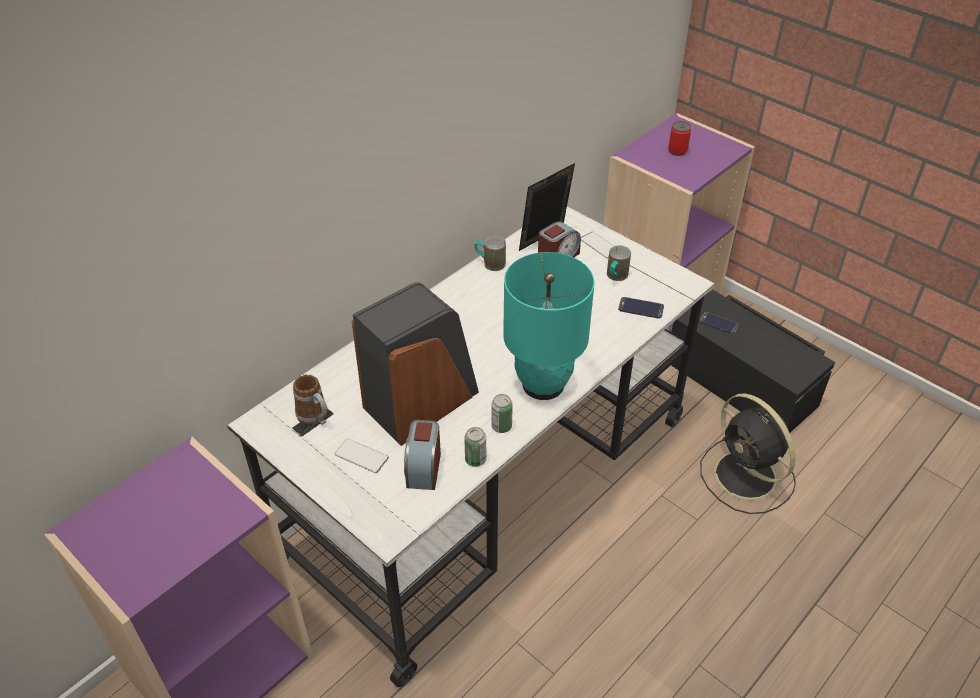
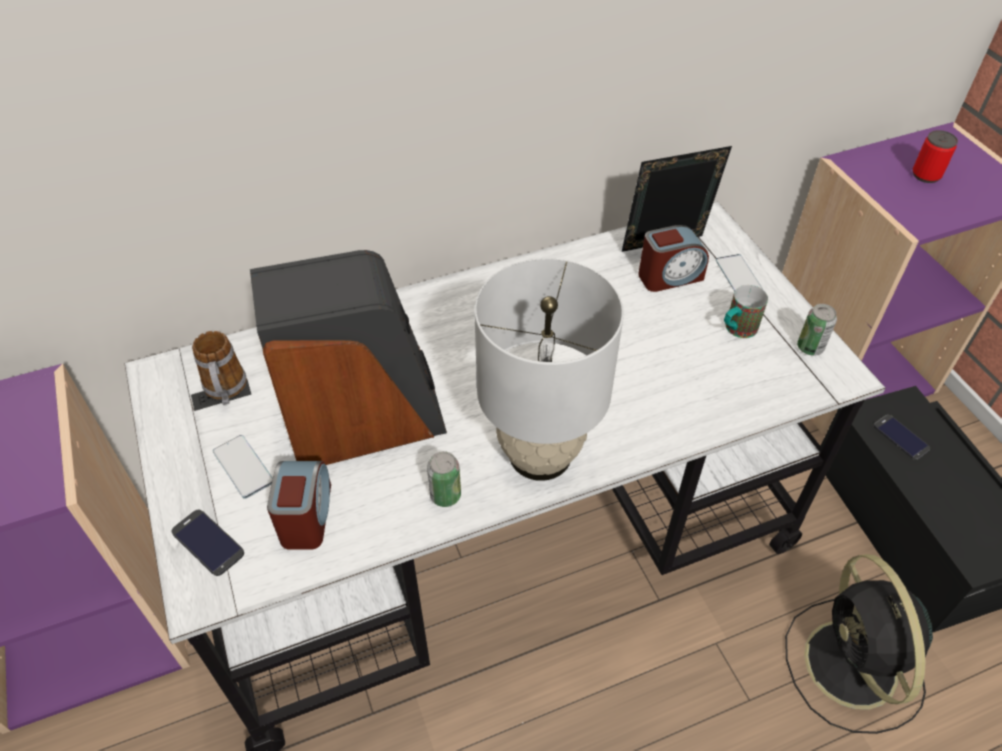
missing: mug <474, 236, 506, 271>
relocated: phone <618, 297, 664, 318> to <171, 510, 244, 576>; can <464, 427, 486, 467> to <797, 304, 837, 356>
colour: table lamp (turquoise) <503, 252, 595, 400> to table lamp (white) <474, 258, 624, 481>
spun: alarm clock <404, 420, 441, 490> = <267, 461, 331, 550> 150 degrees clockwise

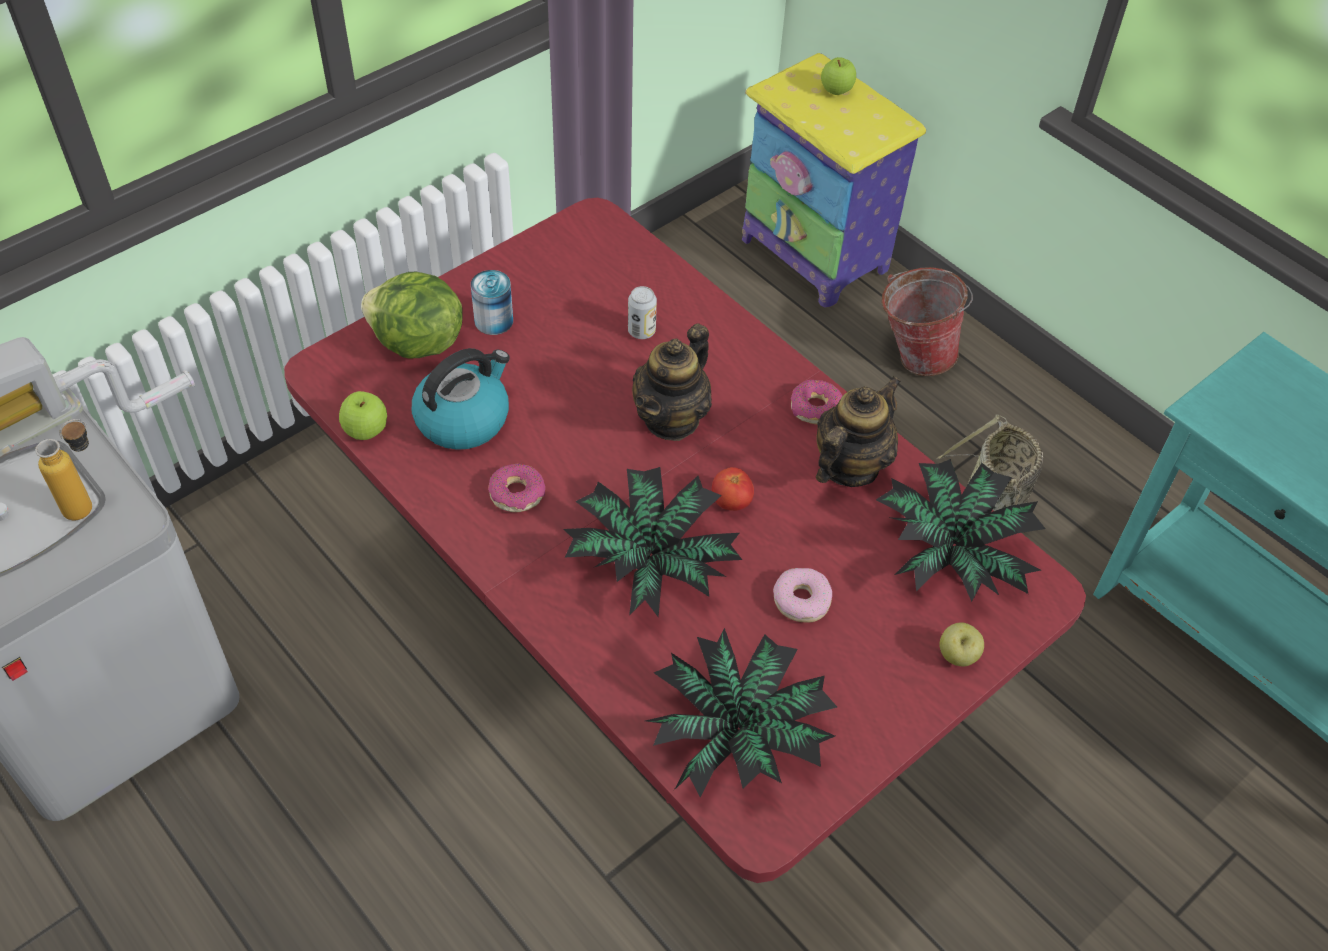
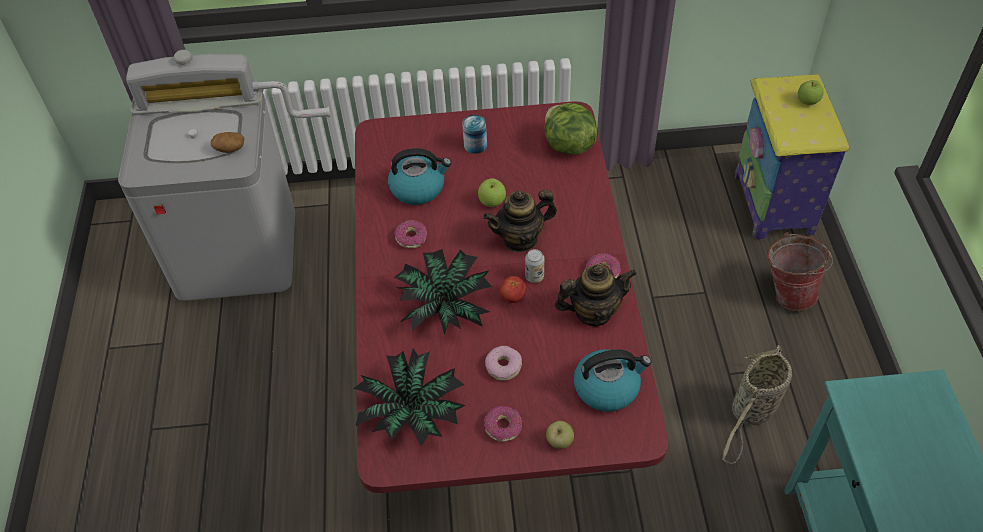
appeared: donut <484, 406, 522, 442>
relocated: apple <339, 391, 387, 440> to <478, 178, 506, 207>; can <628, 286, 657, 339> to <525, 249, 544, 283>; lettuce <361, 272, 463, 359> to <544, 103, 597, 155>
exchanged: bottle <35, 419, 92, 520> to potato <211, 132, 245, 153>; potted plant <876, 459, 1046, 602> to kettle <574, 349, 651, 412>

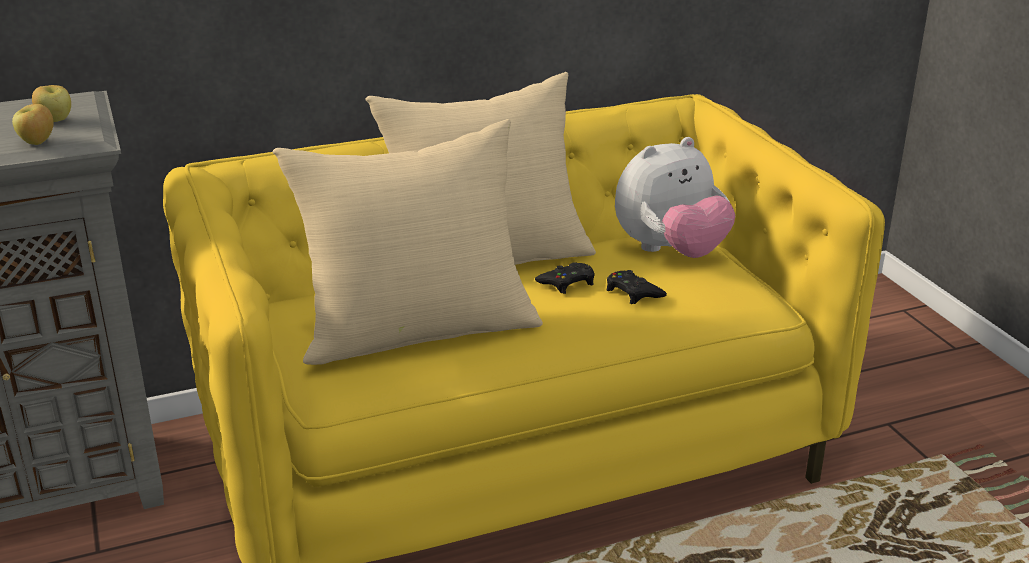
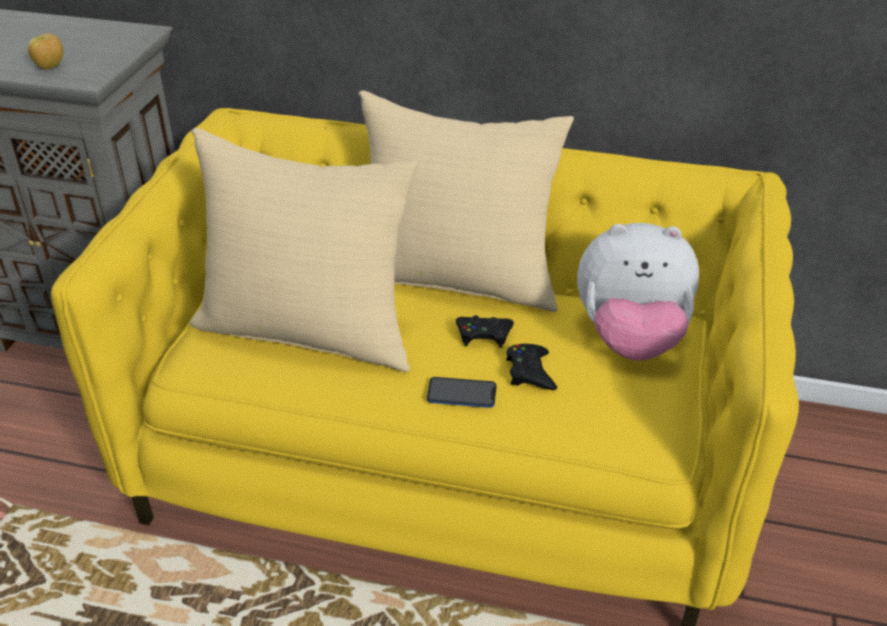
missing: apple <32, 85, 71, 122>
appeared: phone <427, 377, 497, 408>

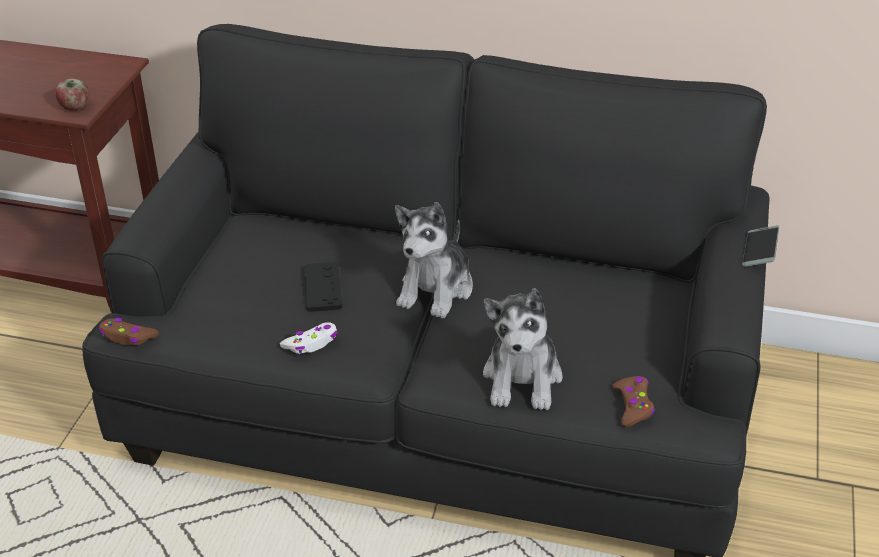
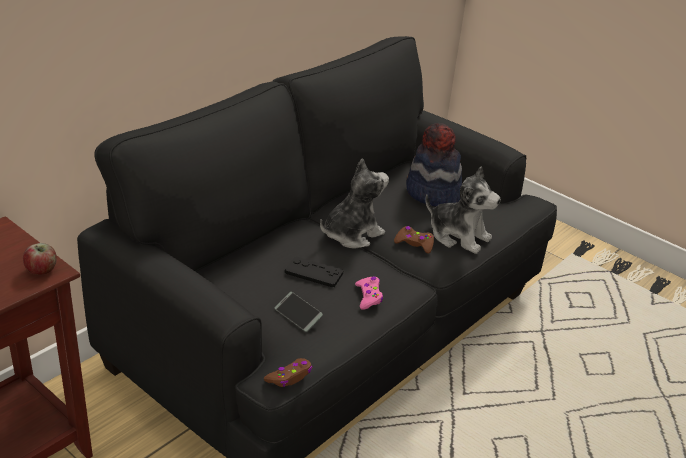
appeared: hat <406, 123, 462, 207>
relocated: phone <742, 225, 779, 267> to <275, 292, 323, 332>; game controller (brown) <612, 376, 655, 427> to <394, 226, 434, 254>
colour: game controller (white) <280, 322, 337, 354> to game controller (pink) <355, 277, 383, 310>
spun: plush toy <395, 202, 473, 319> = <320, 159, 389, 249> 90 degrees counterclockwise

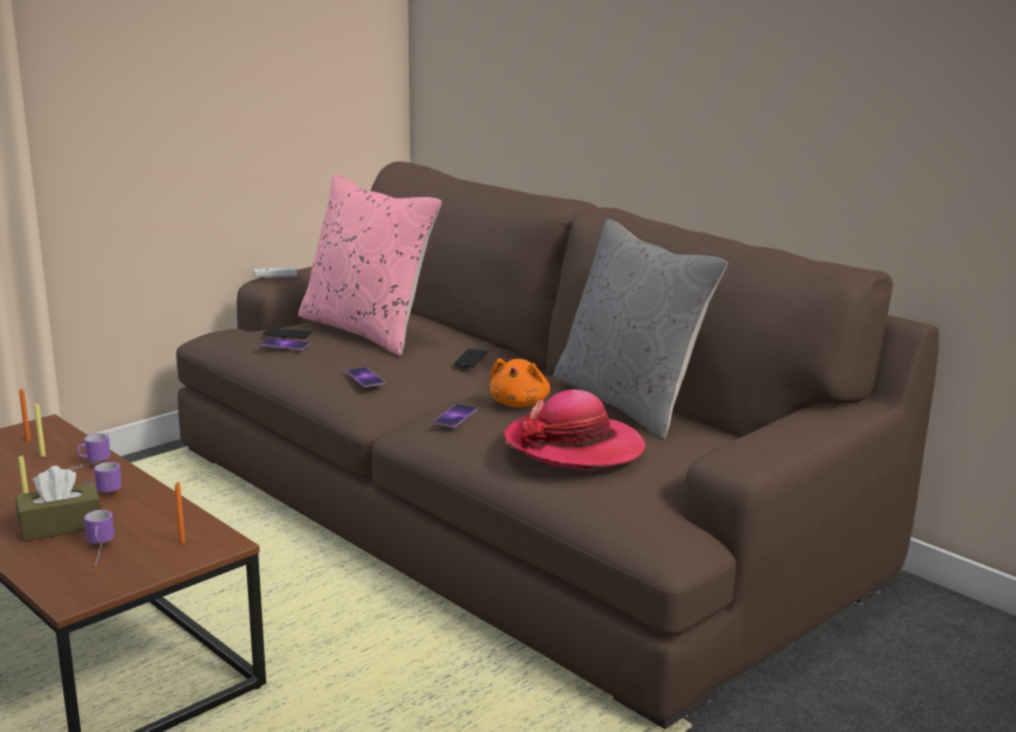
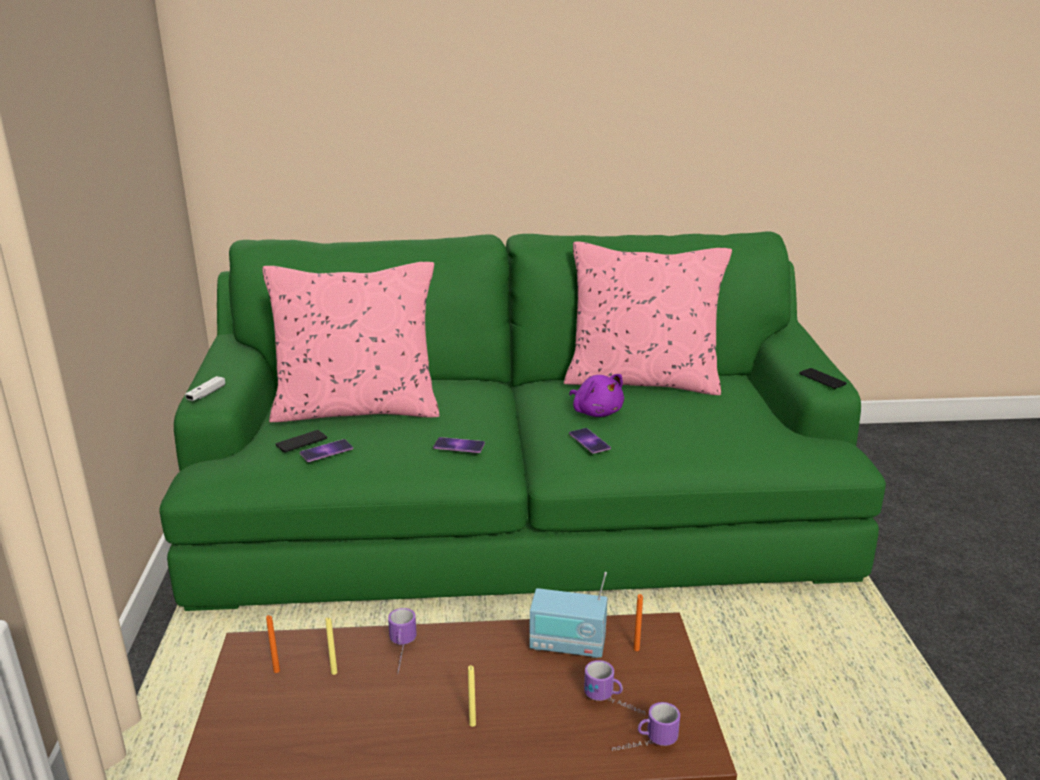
missing: tissue box (brown) <15, 466, 101, 542>; hat <504, 389, 646, 471>
appeared: radio <530, 572, 607, 658>
relocated: mug <83, 462, 122, 494> to <612, 702, 680, 751>; phone <454, 349, 487, 367> to <799, 368, 847, 389>
colour: sofa (brown) <176, 161, 939, 729> to sofa (green) <159, 231, 886, 611>; pillow (grey) <553, 219, 728, 440> to pillow (pink) <564, 242, 732, 395>; plush toy (orange) <490, 358, 550, 407> to plush toy (purple) <569, 374, 624, 417>

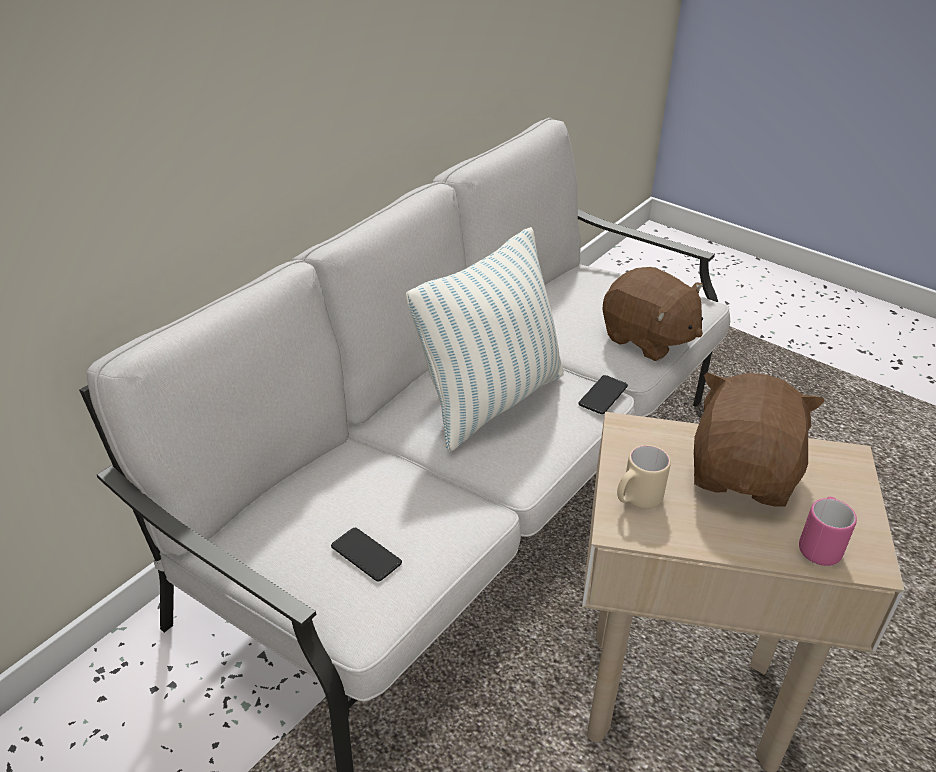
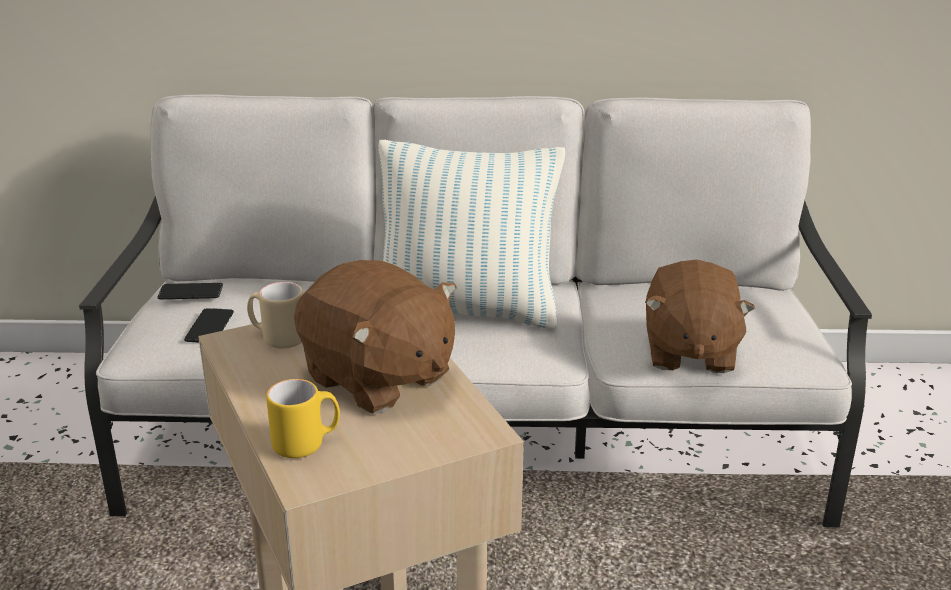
relocated: phone <578, 375, 628, 414> to <158, 283, 223, 299>
colour: mug (pink) <799, 497, 857, 566> to mug (yellow) <266, 379, 340, 458>
spun: plush toy (brown) <694, 373, 825, 506> = <294, 260, 457, 414> 60 degrees clockwise

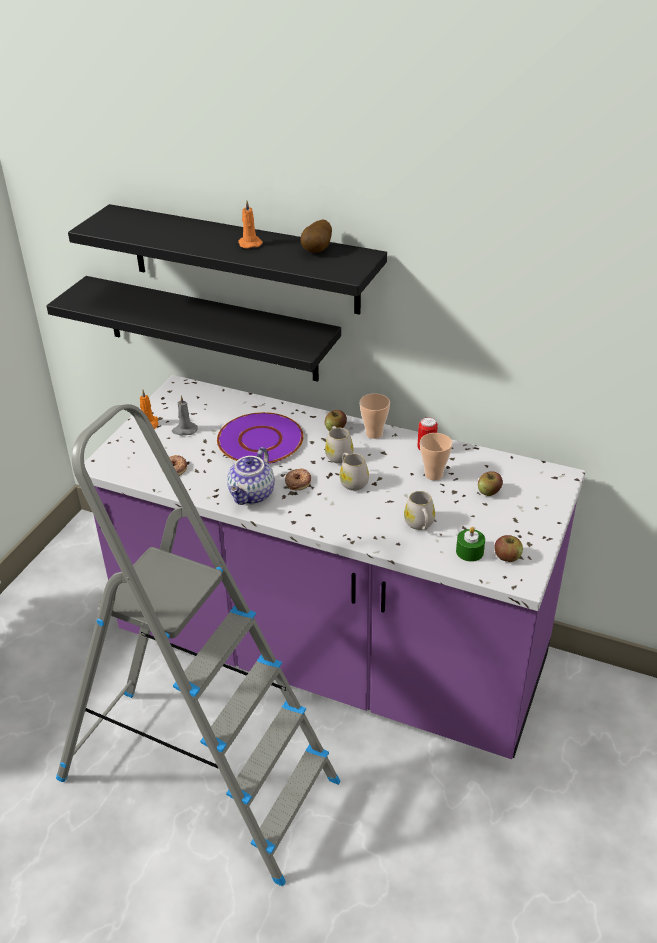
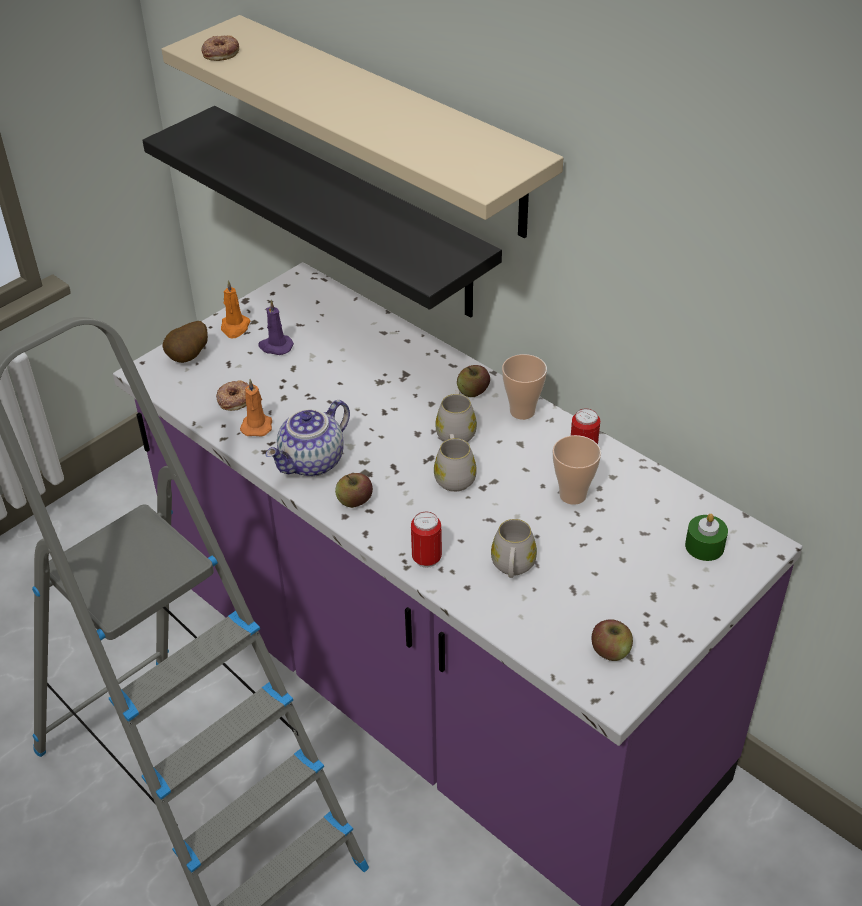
missing: plate (purple) <217, 412, 304, 464>
appeared: can <411, 512, 442, 568>
relocated: potato <301, 219, 332, 253> to <162, 321, 208, 363>; donut <285, 468, 311, 490> to <201, 35, 239, 61>; candle (orange) <238, 201, 263, 249> to <240, 379, 272, 437>; apple <478, 471, 503, 496> to <335, 473, 373, 508>; candle (green) <456, 527, 485, 562> to <685, 514, 728, 561>
colour: shelf (black) <68, 204, 387, 315> to shelf (beige) <162, 15, 563, 239>; candle (grey) <172, 396, 198, 436> to candle (purple) <259, 300, 294, 355>

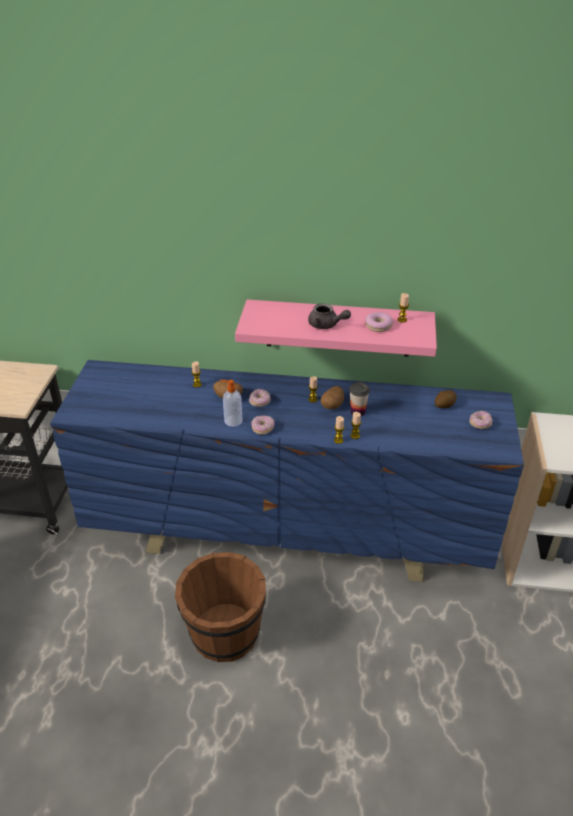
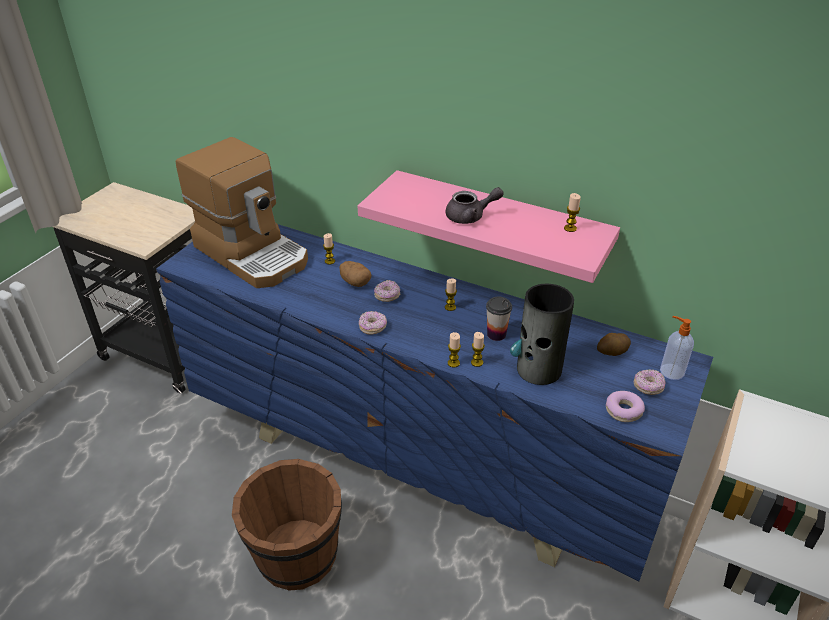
missing: potato <321, 386, 344, 410>
appeared: coffee machine <176, 137, 308, 288>; vase <510, 284, 574, 385>
relocated: donut <365, 312, 393, 332> to <606, 391, 645, 422>; soap dispenser <220, 380, 242, 427> to <660, 316, 694, 380>
spun: teapot (grey) <308, 303, 351, 329> = <446, 187, 504, 224> 60 degrees counterclockwise

